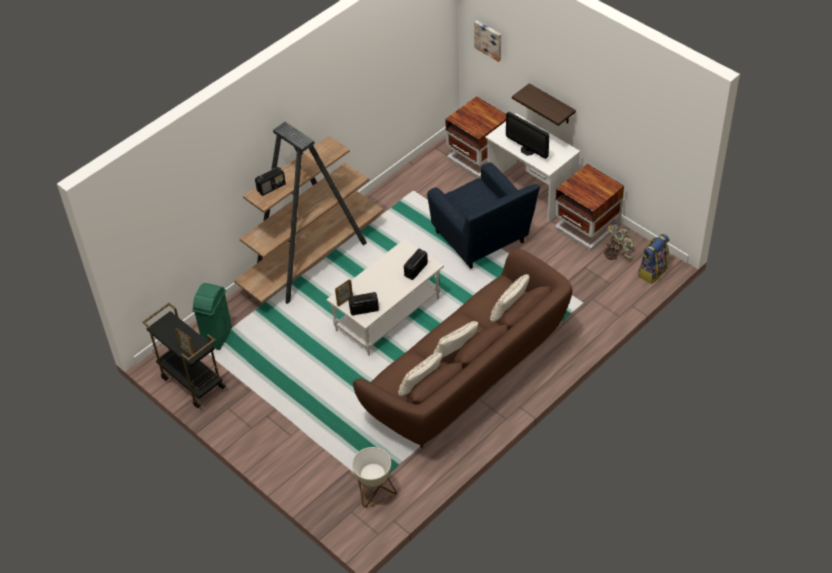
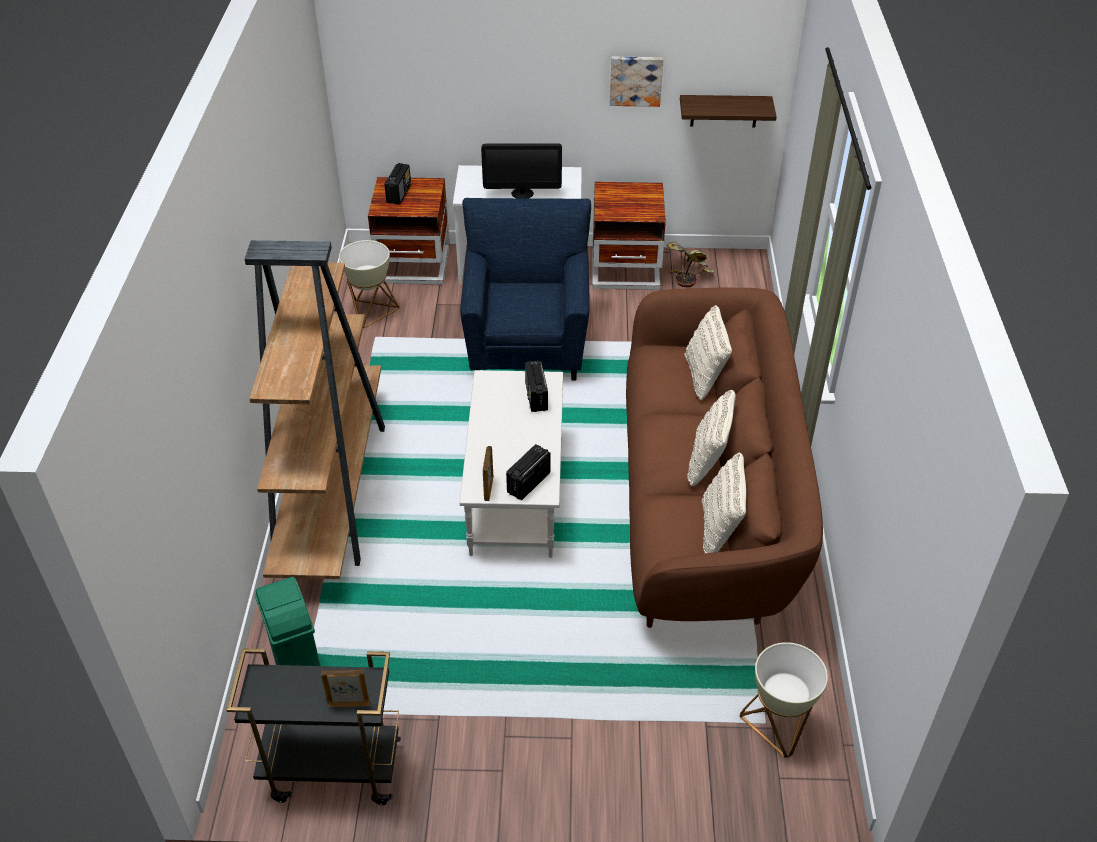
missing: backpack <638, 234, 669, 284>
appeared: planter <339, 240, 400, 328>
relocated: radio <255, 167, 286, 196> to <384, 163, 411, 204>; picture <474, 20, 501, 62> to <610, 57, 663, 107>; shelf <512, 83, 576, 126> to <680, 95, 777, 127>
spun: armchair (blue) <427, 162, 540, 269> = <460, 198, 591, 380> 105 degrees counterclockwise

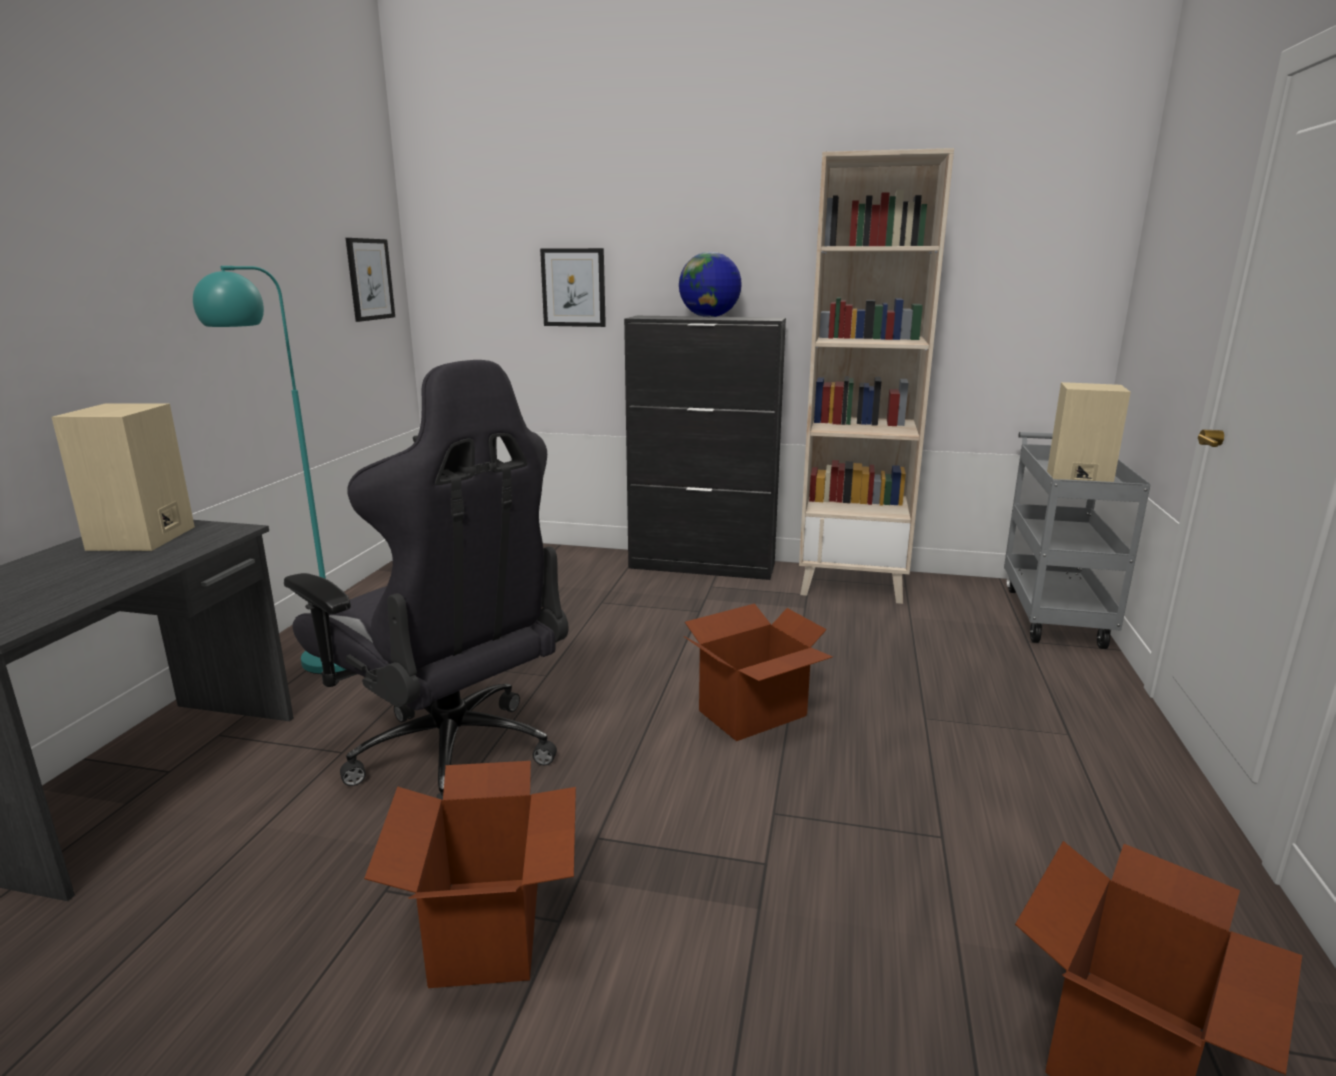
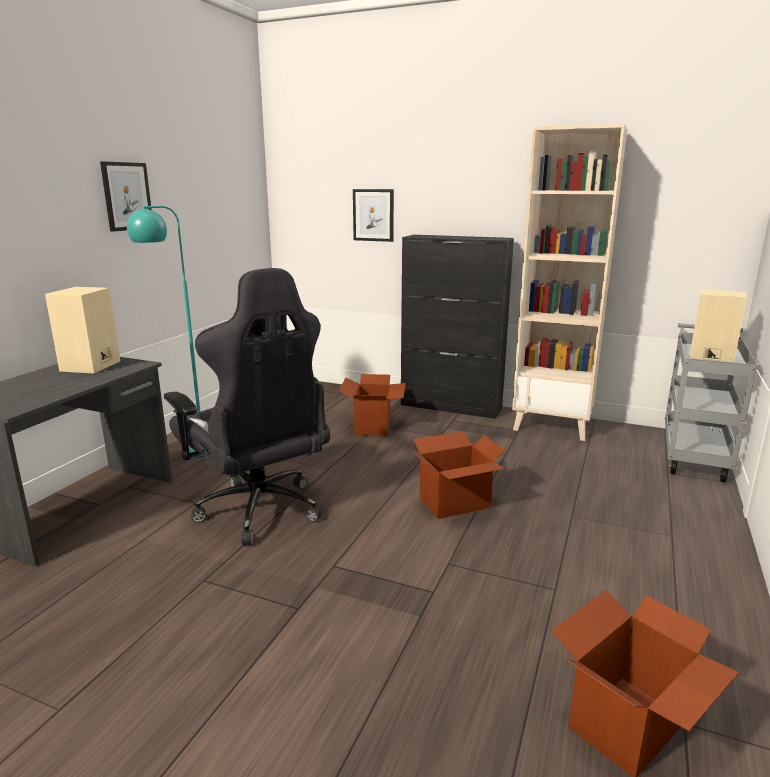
missing: globe <679, 252, 742, 317>
relocated: picture <346, 238, 395, 322> to <100, 161, 152, 232>; cardboard box <364, 761, 576, 988> to <339, 374, 406, 436>

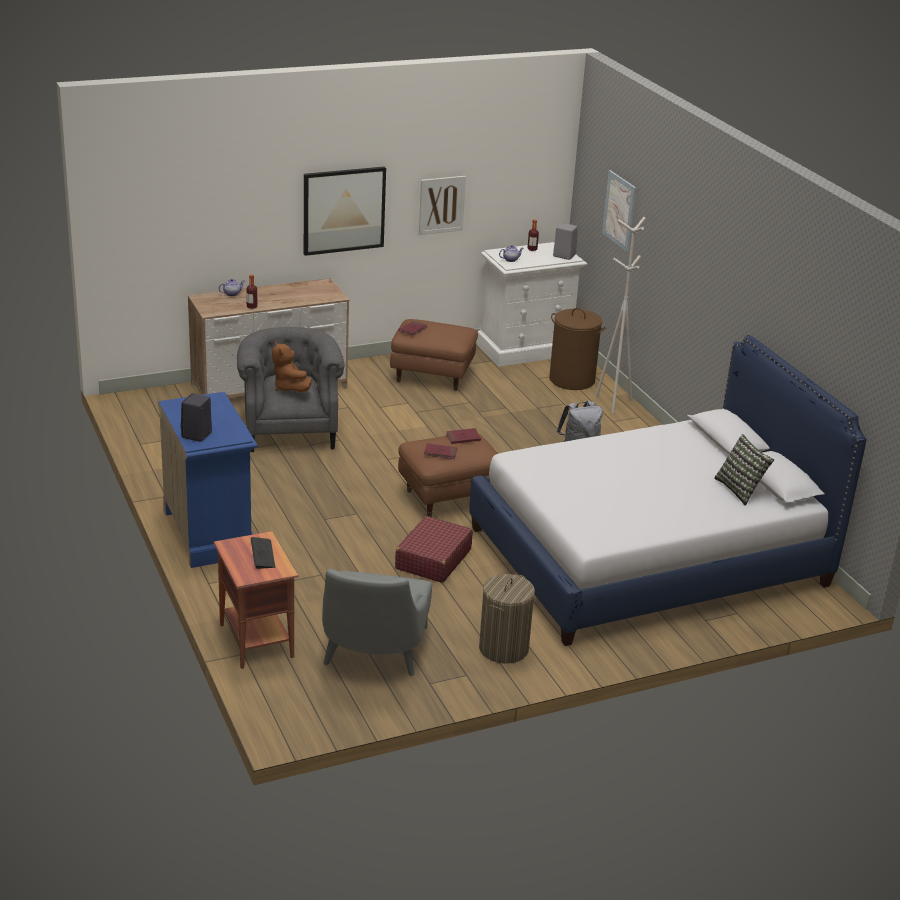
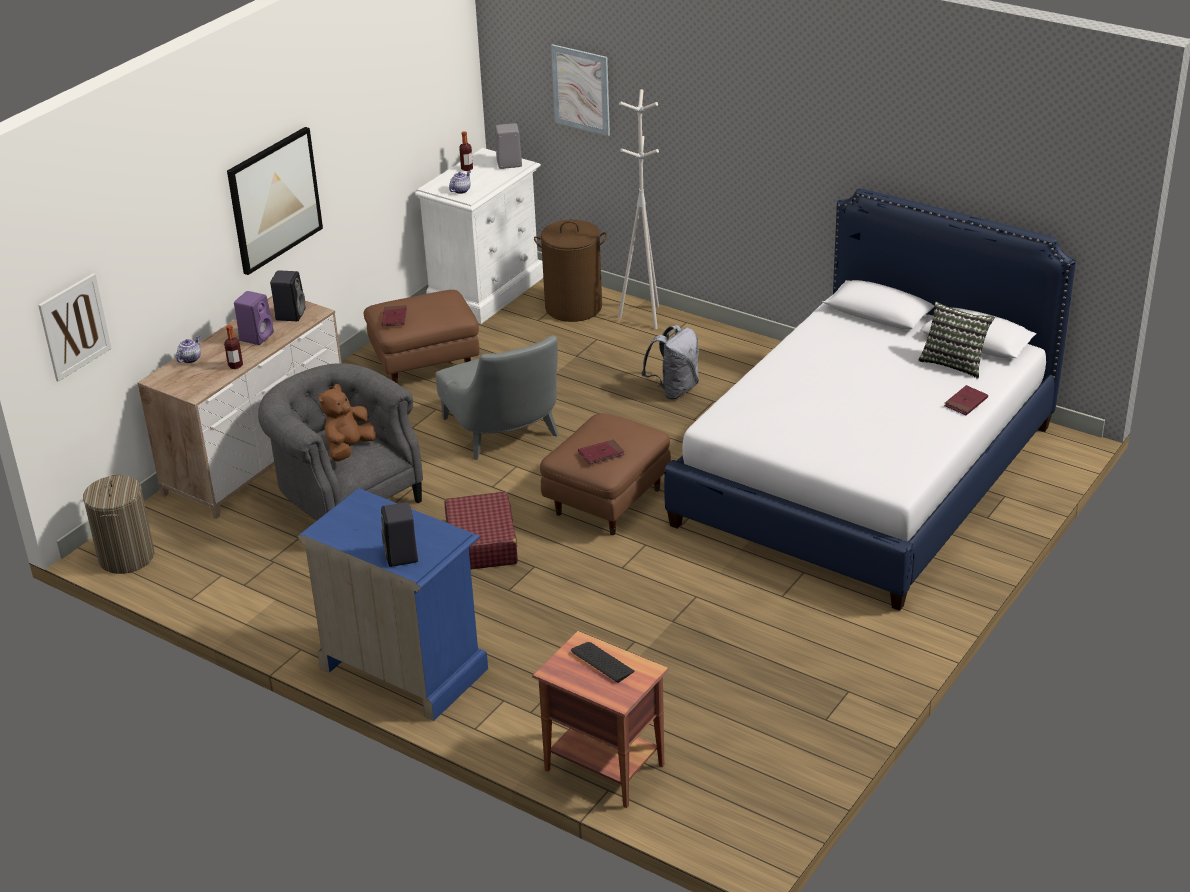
appeared: speaker (purple) <234, 291, 274, 345>; speaker (black) <270, 270, 305, 321>
relocated: picture <419, 176, 466, 235> to <38, 273, 112, 382>; laundry basket <479, 574, 535, 664> to <83, 474, 154, 574>; armchair (grey) <322, 569, 432, 676> to <435, 336, 559, 460>; suitcase (red) <395, 516, 473, 583> to <445, 492, 518, 569>; book (red) <446, 428, 481, 444> to <944, 385, 988, 415>
spun: plush toy (brown) <272, 342, 312, 392> = <318, 384, 376, 461> 90 degrees clockwise

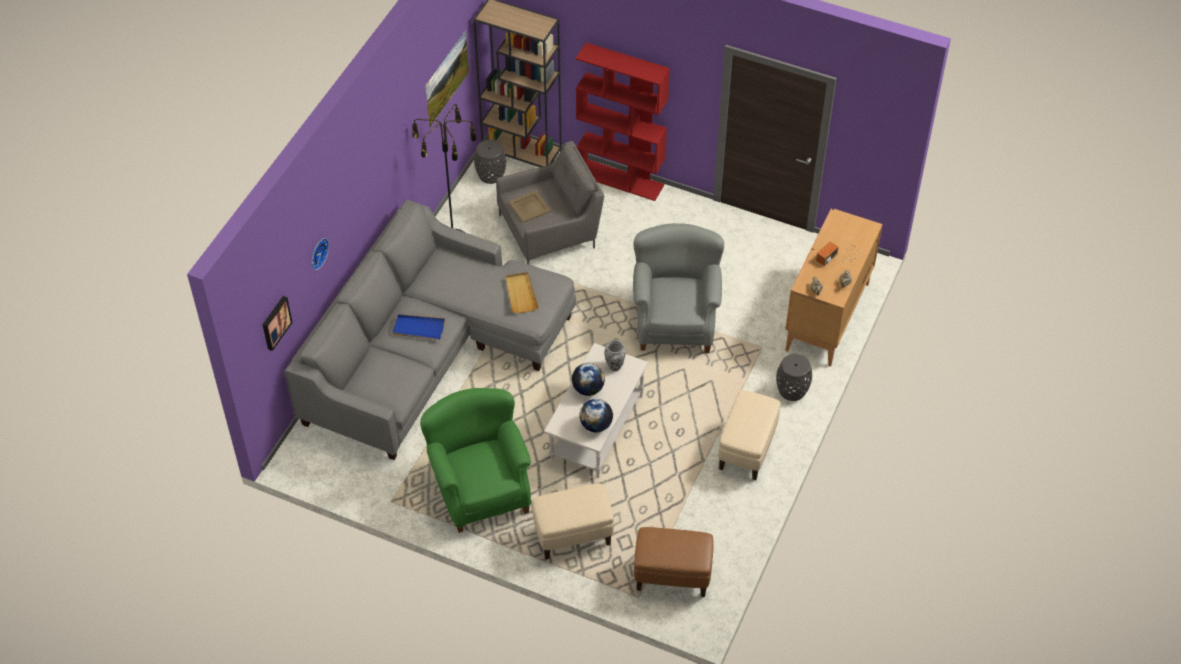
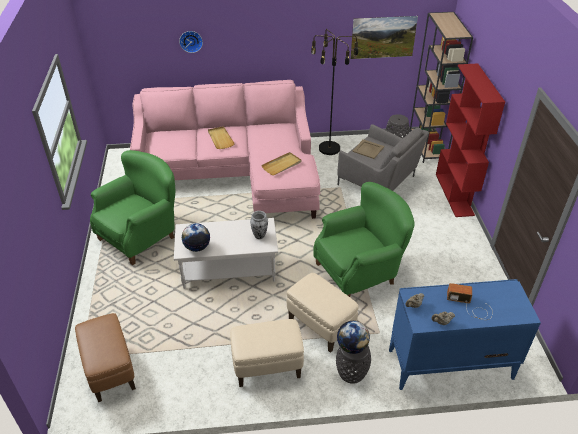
missing: picture <262, 296, 293, 351>
relocated: ottoman (beige) <532, 484, 614, 559> to <287, 273, 359, 353>; globe <572, 363, 605, 396> to <337, 321, 370, 354>
colour: sofa (grey) <284, 200, 576, 460> to sofa (pink) <130, 80, 320, 219>; tray (blue) <393, 314, 445, 340> to tray (beige) <208, 126, 235, 149>; armchair (grey) <633, 223, 724, 353> to armchair (green) <313, 182, 414, 297>; cabinet (brown) <785, 209, 883, 367> to cabinet (blue) <389, 279, 541, 390>

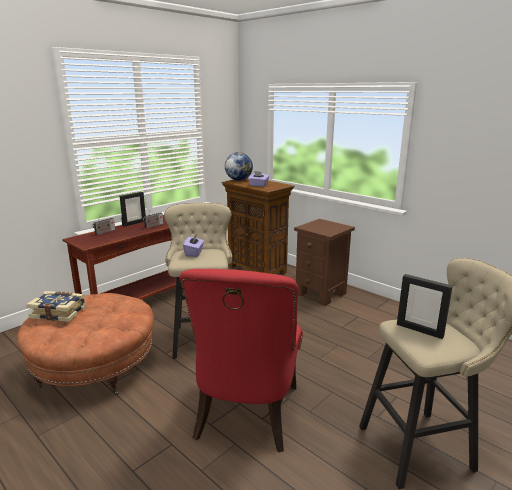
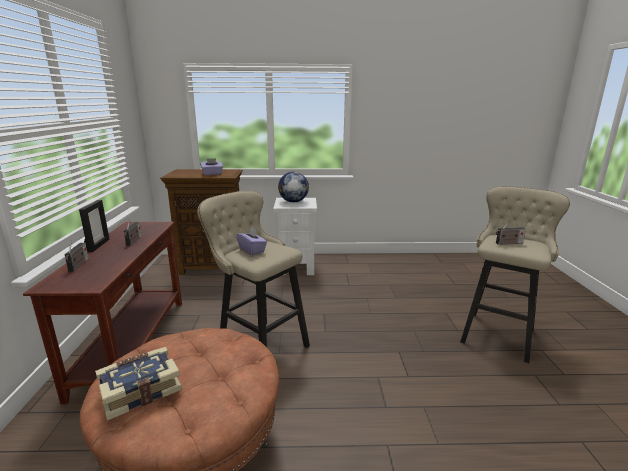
missing: armchair (red) <180, 269, 303, 452>
relocated: globe <225, 152, 253, 181> to <278, 172, 309, 202>
exchanged: picture frame <397, 274, 453, 339> to radio <496, 221, 526, 245>
colour: nightstand (brown) <294, 219, 355, 306> to nightstand (white) <273, 198, 317, 275>

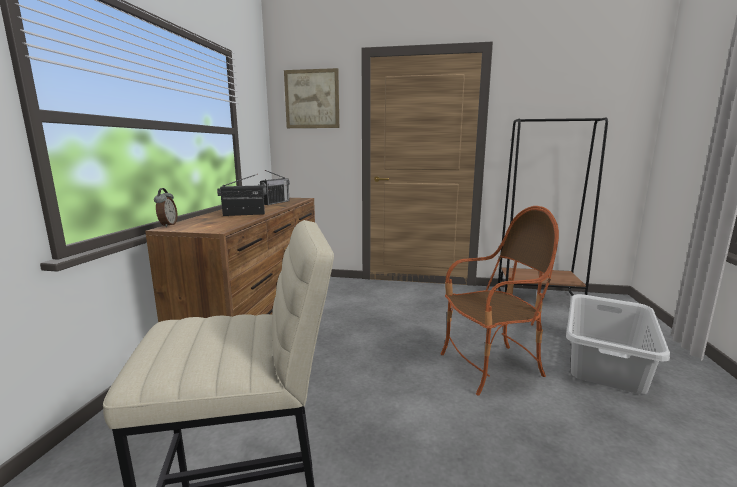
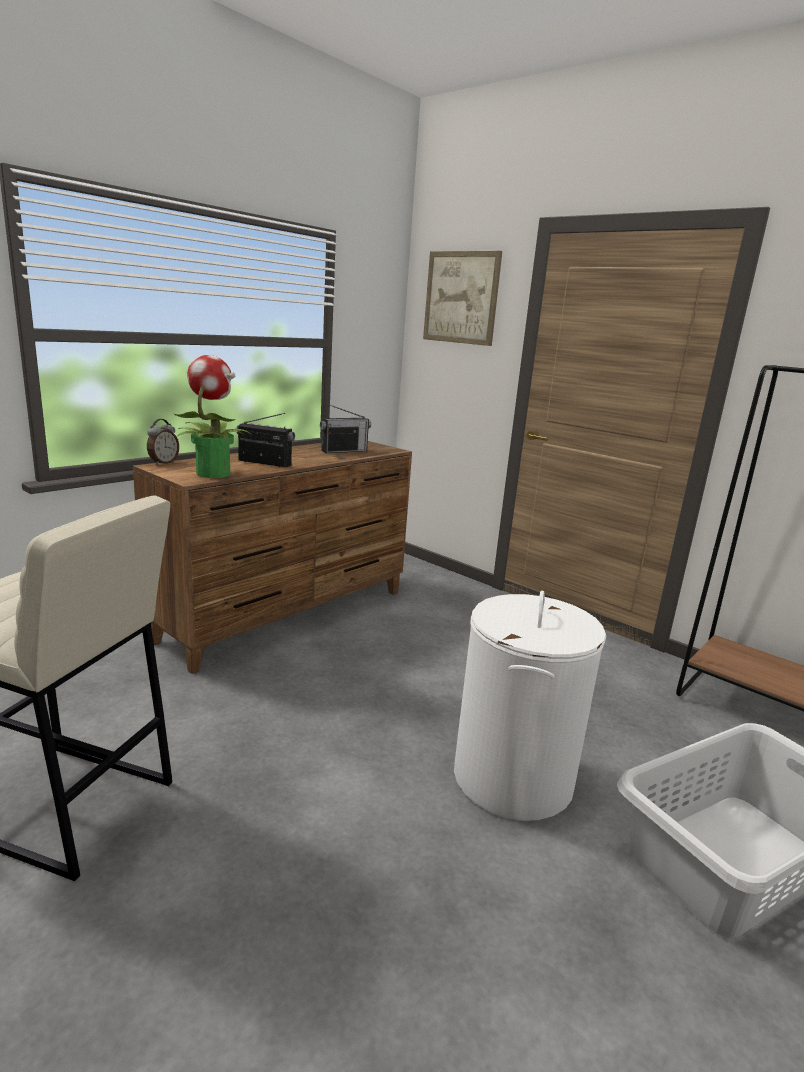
appeared: potted plant <174, 355, 252, 478>
exchanged: armchair <441, 206, 559, 396> to laundry basket (white) <454, 591, 606, 821>

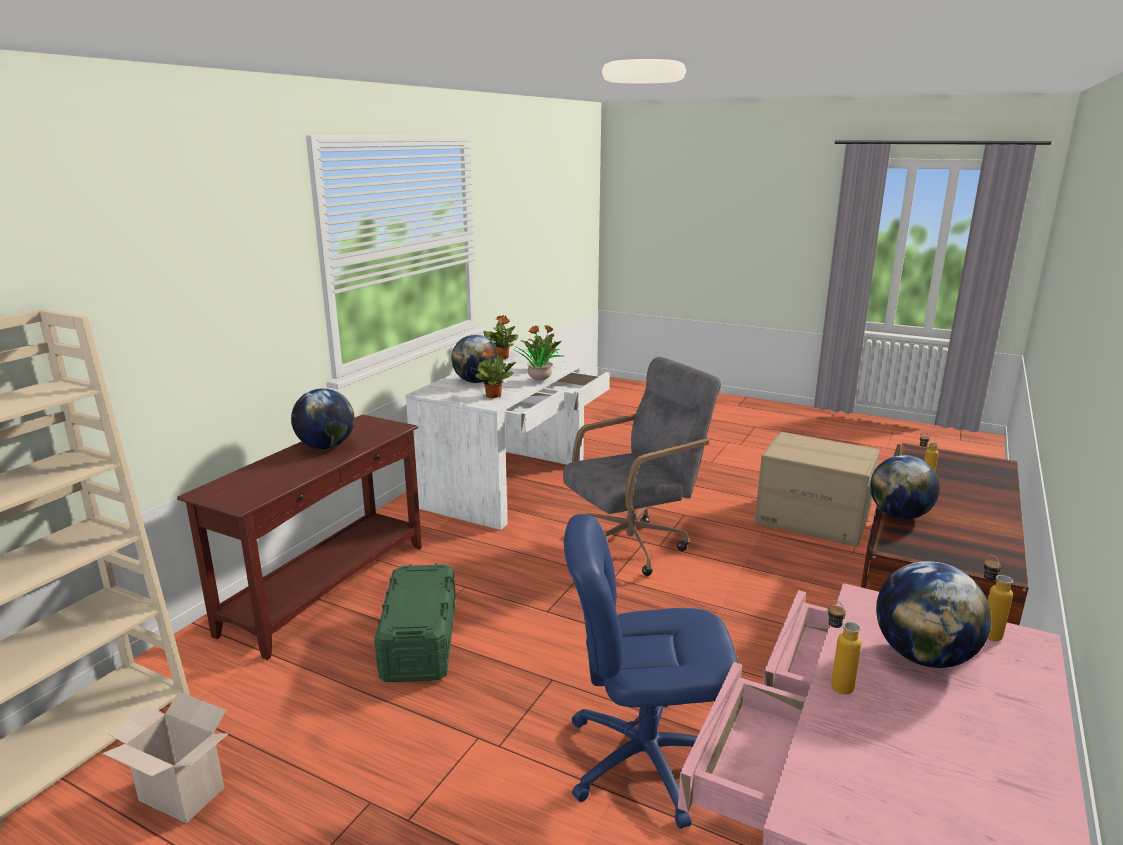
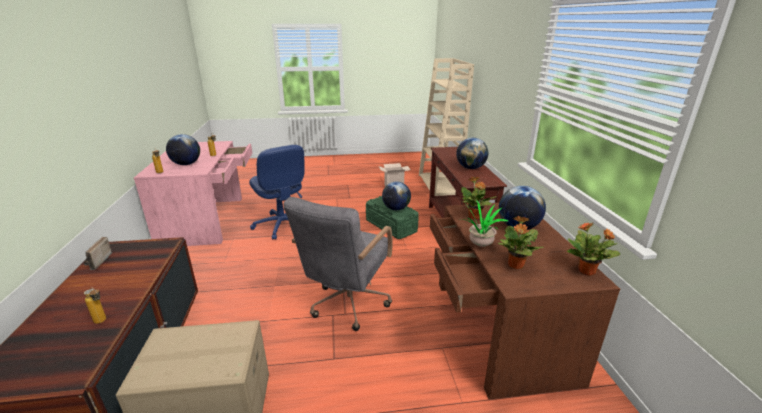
appeared: radio <84, 237, 112, 270>
relocated: globe <870, 455, 940, 519> to <382, 182, 411, 210>
colour: desk (white) <405, 352, 610, 530> to desk (brown) <430, 203, 620, 400>
spun: office chair (blue) <564, 514, 738, 829> = <249, 145, 305, 240> 90 degrees clockwise

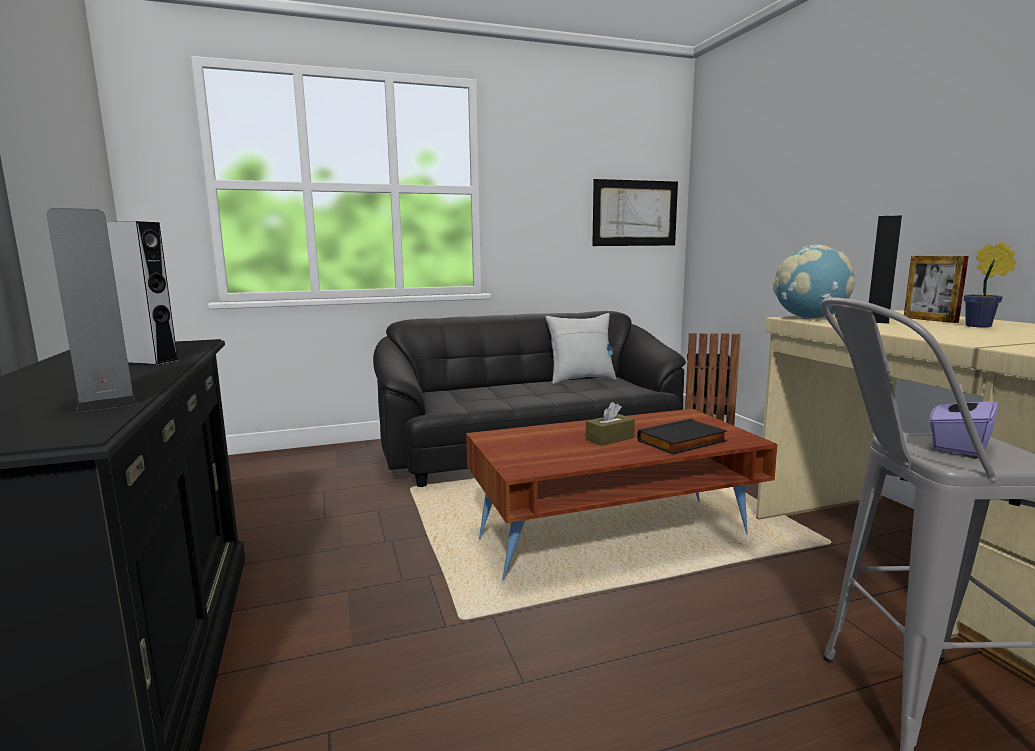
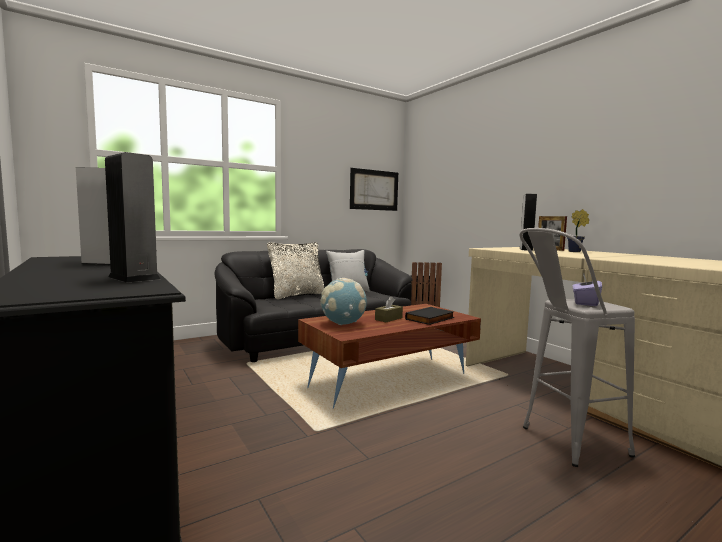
appeared: pillow (beige) <267, 242, 324, 300>
relocated: globe <773, 245, 855, 319> to <320, 278, 367, 325>

